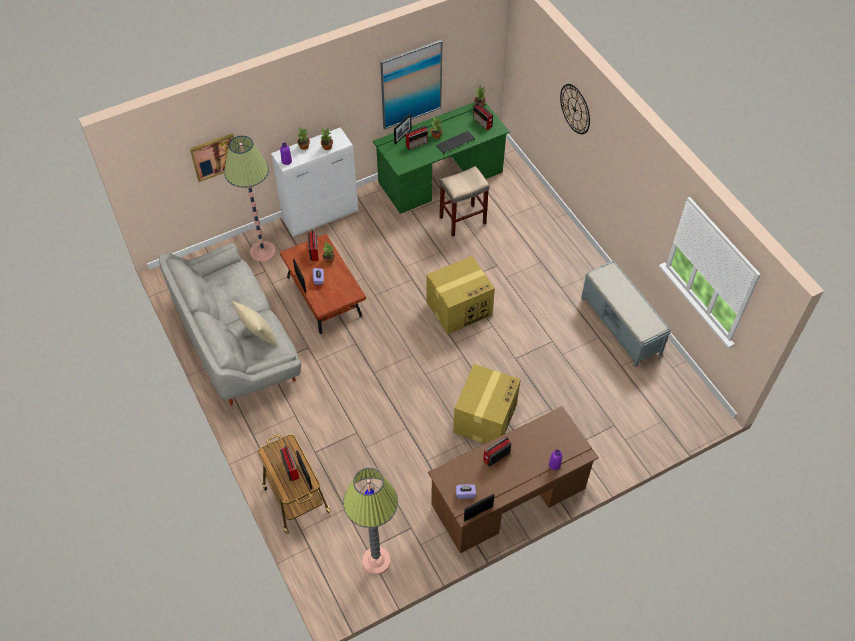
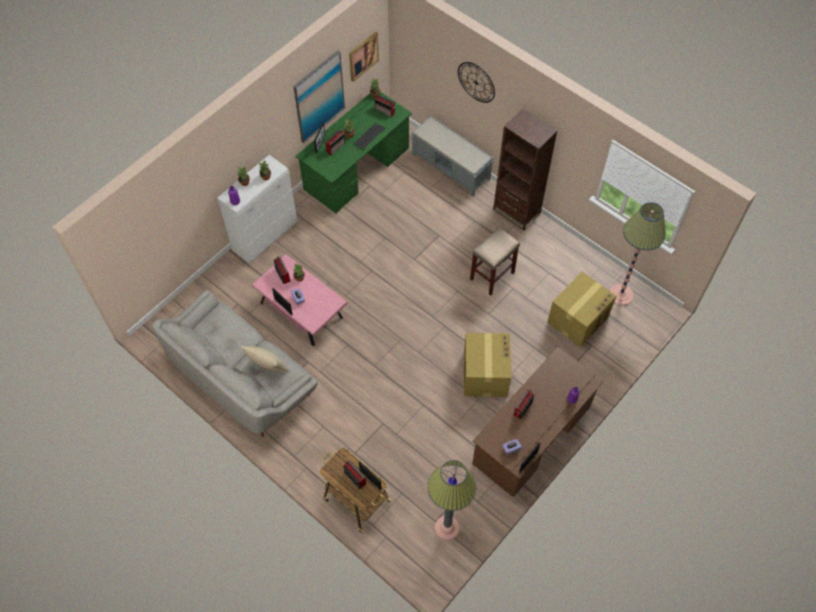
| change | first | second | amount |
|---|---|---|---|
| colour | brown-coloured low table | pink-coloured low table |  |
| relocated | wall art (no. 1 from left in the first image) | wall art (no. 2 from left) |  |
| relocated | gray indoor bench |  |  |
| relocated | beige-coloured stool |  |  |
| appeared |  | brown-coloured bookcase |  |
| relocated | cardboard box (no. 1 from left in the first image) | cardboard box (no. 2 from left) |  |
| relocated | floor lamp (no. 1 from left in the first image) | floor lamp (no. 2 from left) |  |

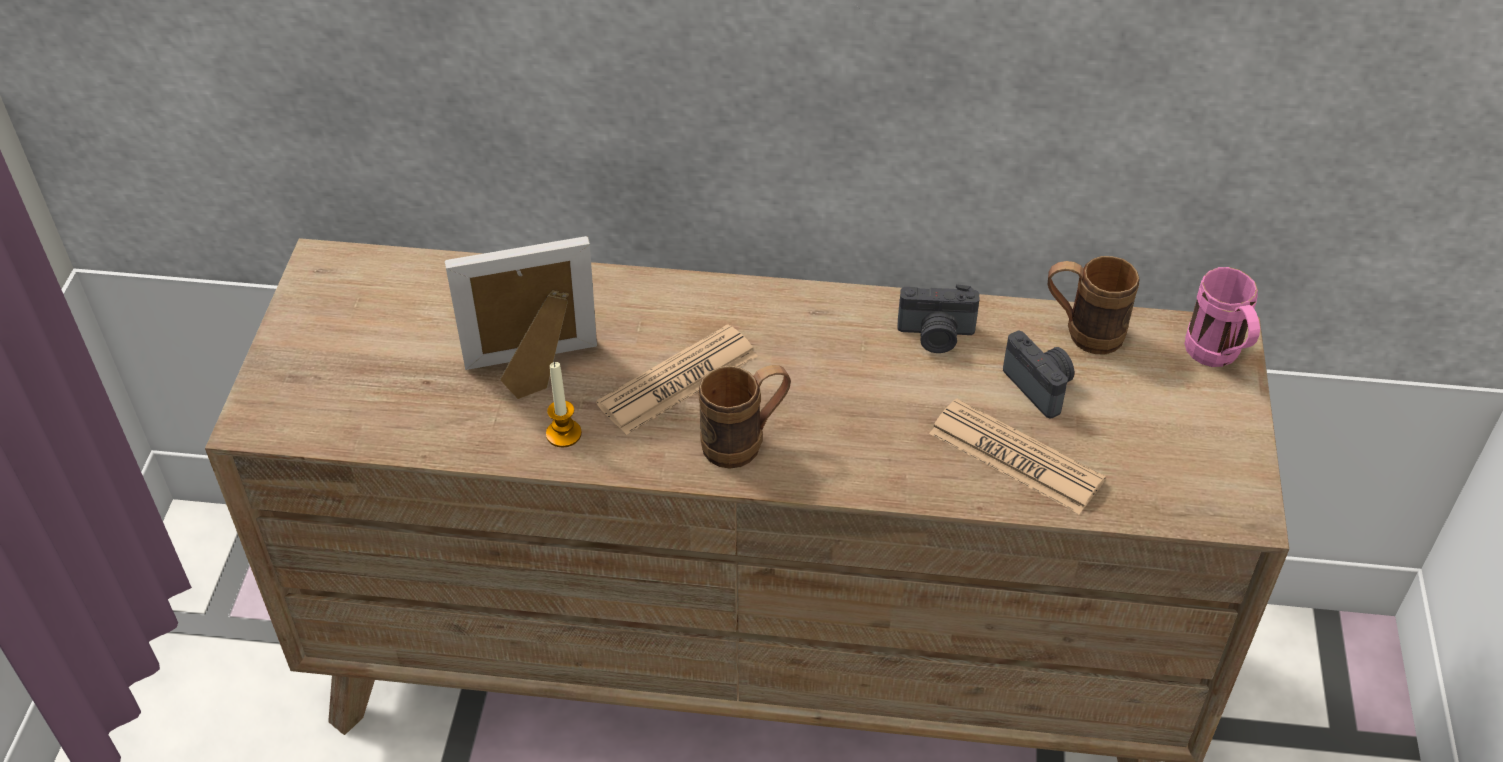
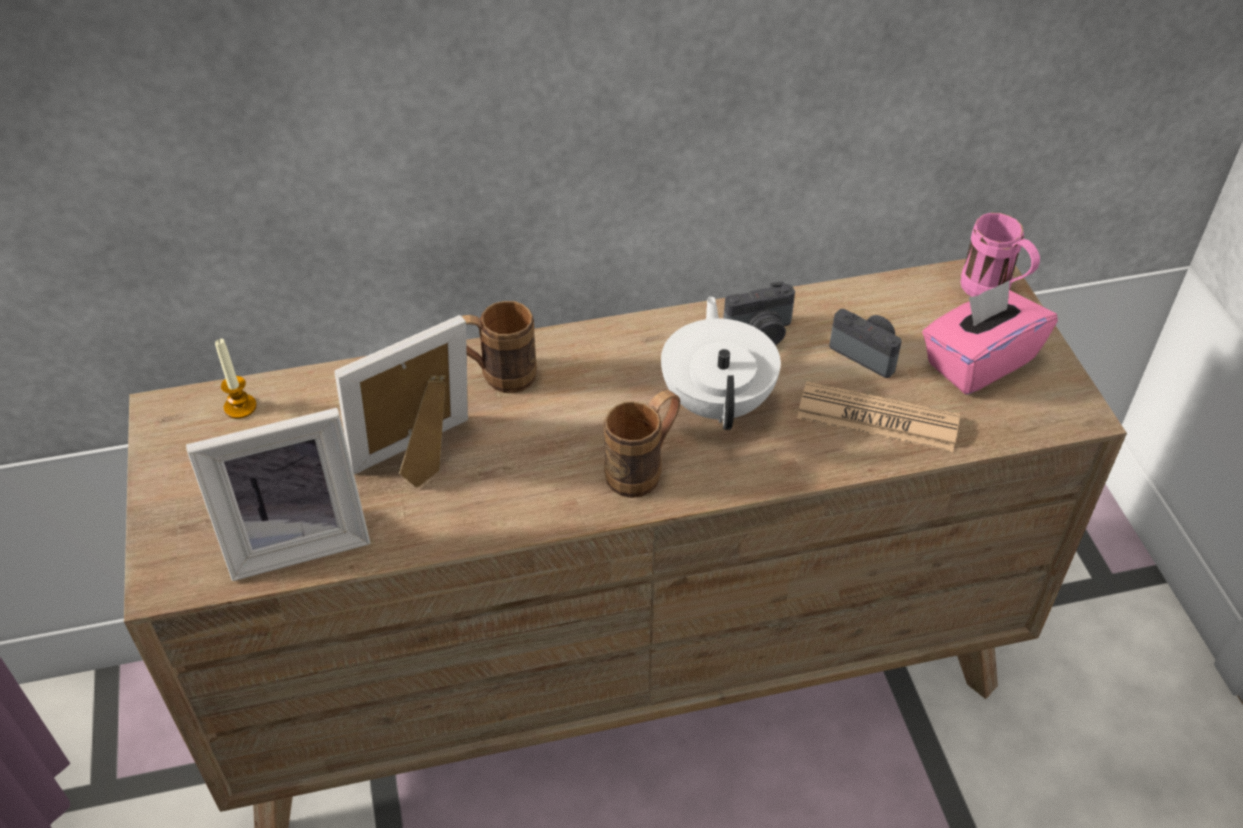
| change | first | second | amount |
|---|---|---|---|
| appeared |  | standing frame (no. 1 from left) |  |
| relocated | wax candle |  |  |
| relocated | brown-coloured mug (no. 2 from left in the first image) | brown-coloured mug (no. 1 from left) |  |
| appeared |  | whitish tea pot |  |
| appeared |  | pink-coloured box of tissues |  |
| missing | printed paper (no. 1 from left) |  |  |

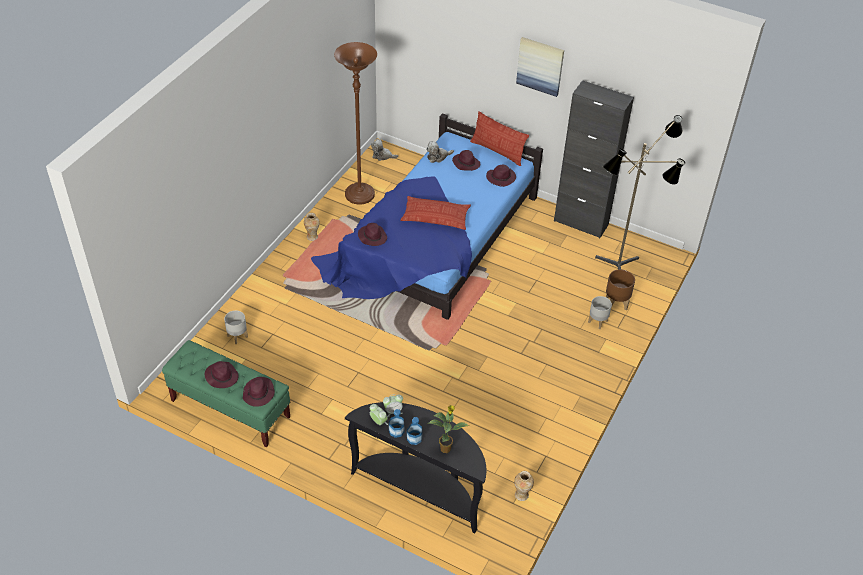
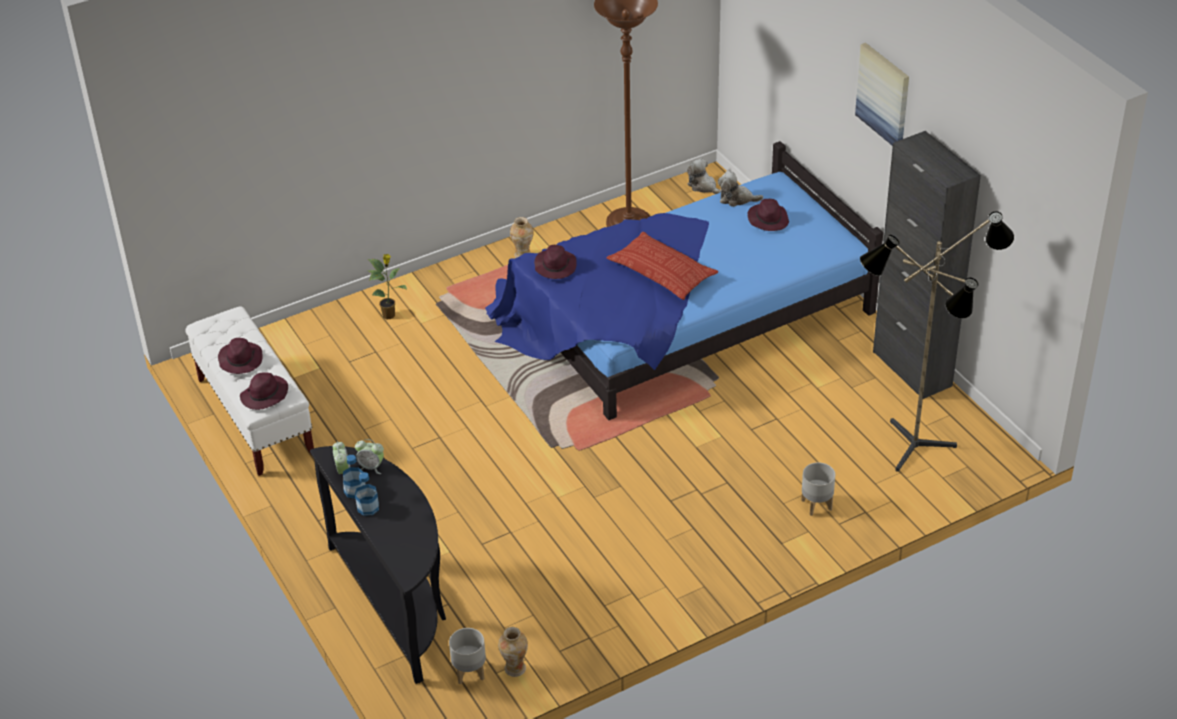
| change | first | second | amount |
|---|---|---|---|
| colour | greenish indoor bench | whitish indoor bench |  |
| relocated | plant in a pot |  |  |
| relocated | gray plant pot (no. 1 from left) |  |  |
| missing | pillow (no. 2 from left) |  |  |
| missing | purple clothing hat (no. 5 from left) |  |  |
| missing | brown-coloured plant pot |  |  |

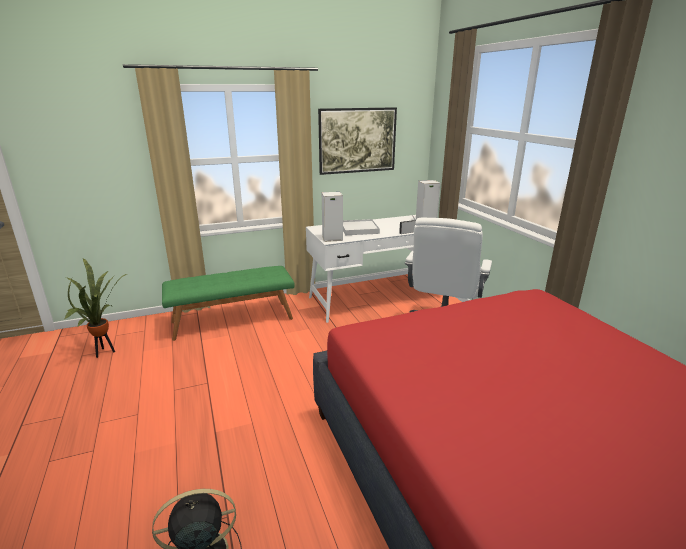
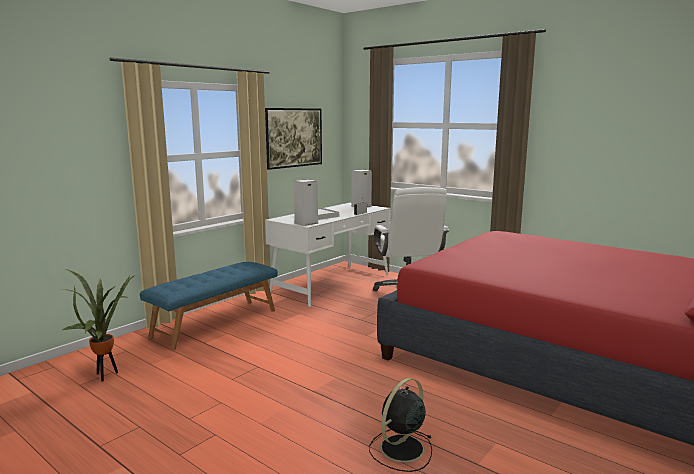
| change | first | second | amount |
|---|---|---|---|
| colour | greenish indoor bench | bluish indoor bench |  |

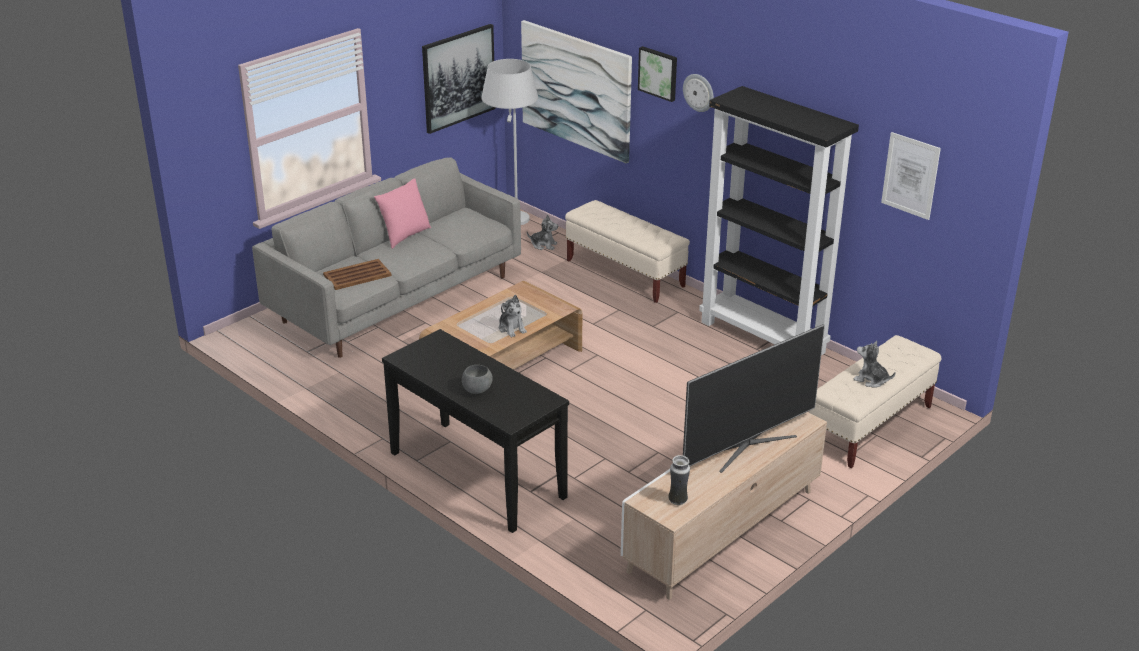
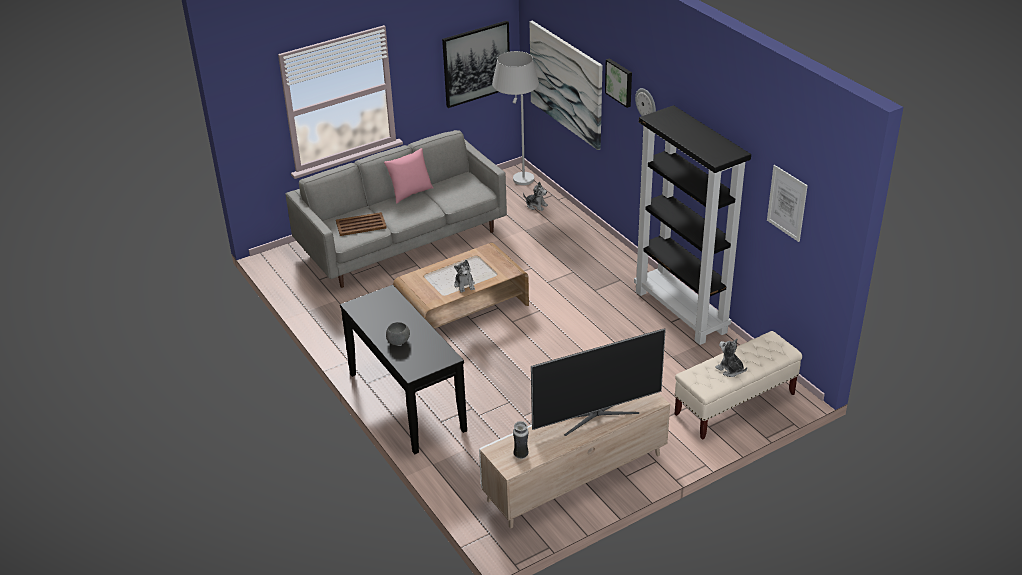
| change | first | second | amount |
|---|---|---|---|
| missing | beige-coloured indoor bench (no. 1 from left) |  |  |

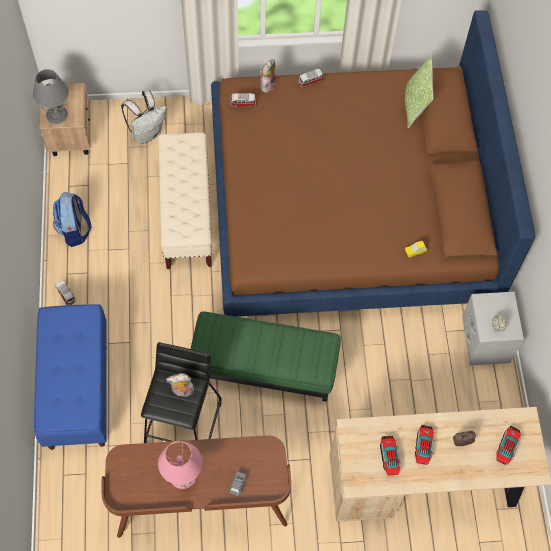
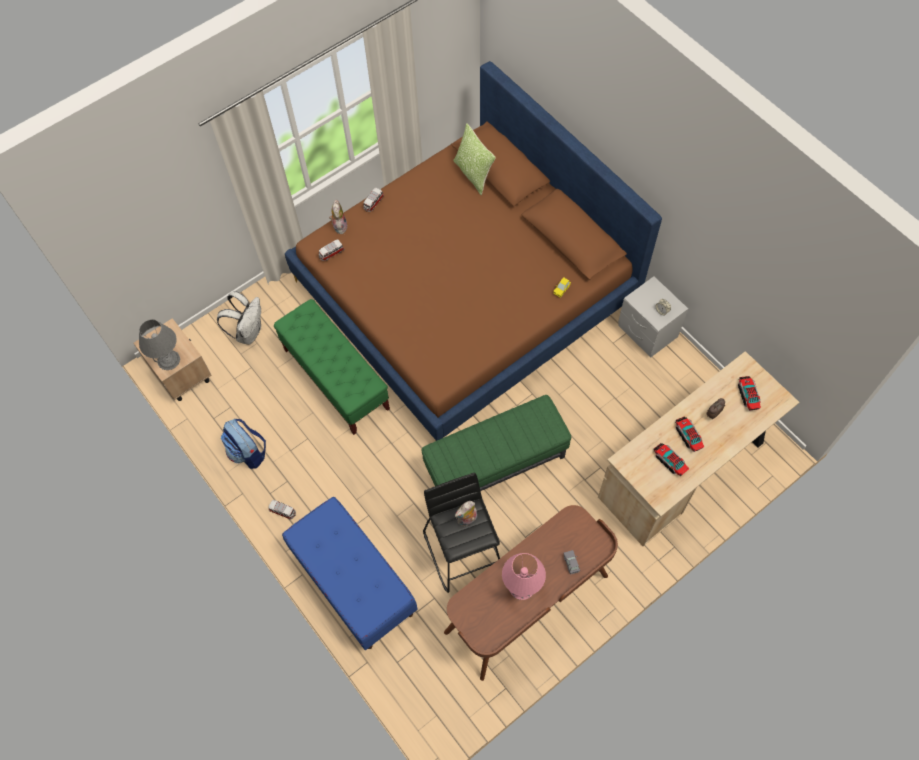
| change | first | second | amount |
|---|---|---|---|
| colour | beige-coloured indoor bench | greenish indoor bench |  |

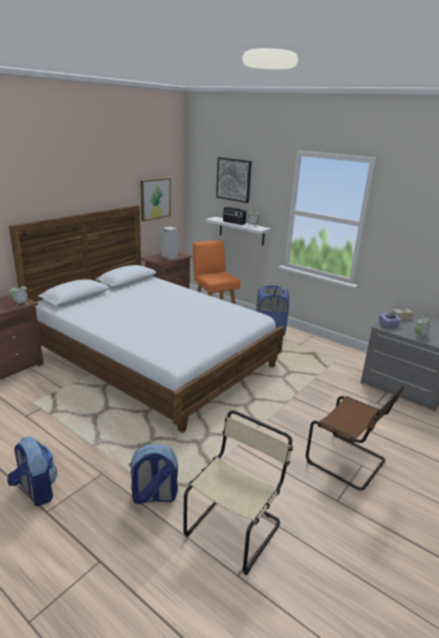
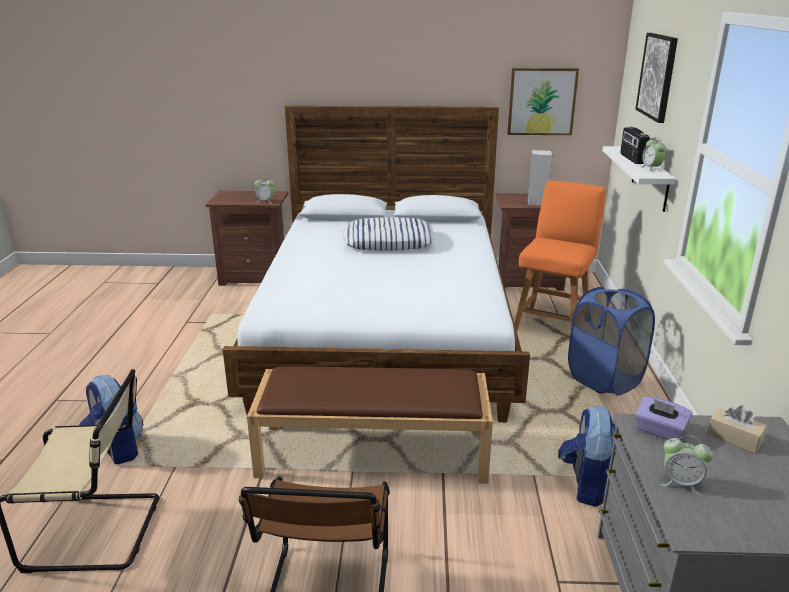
| change | first | second | amount |
|---|---|---|---|
| appeared |  | brown-coloured indoor bench |  |
| appeared |  | pillow |  |
| relocated | knapsack (no. 1 from left in the first image) | knapsack (no. 2 from left) |  |

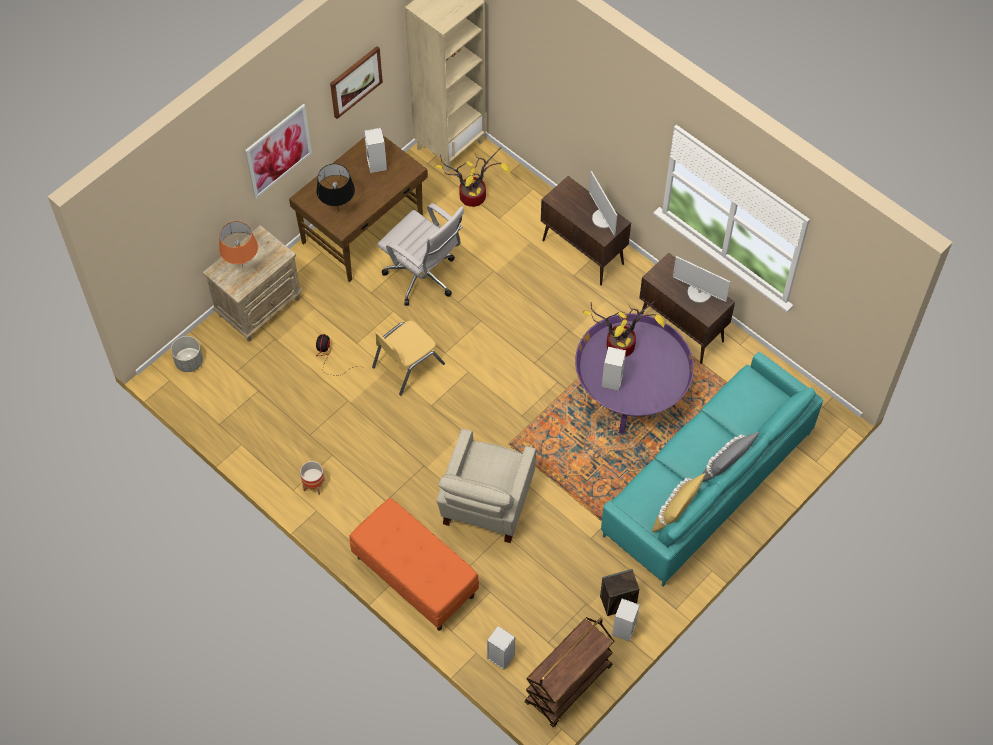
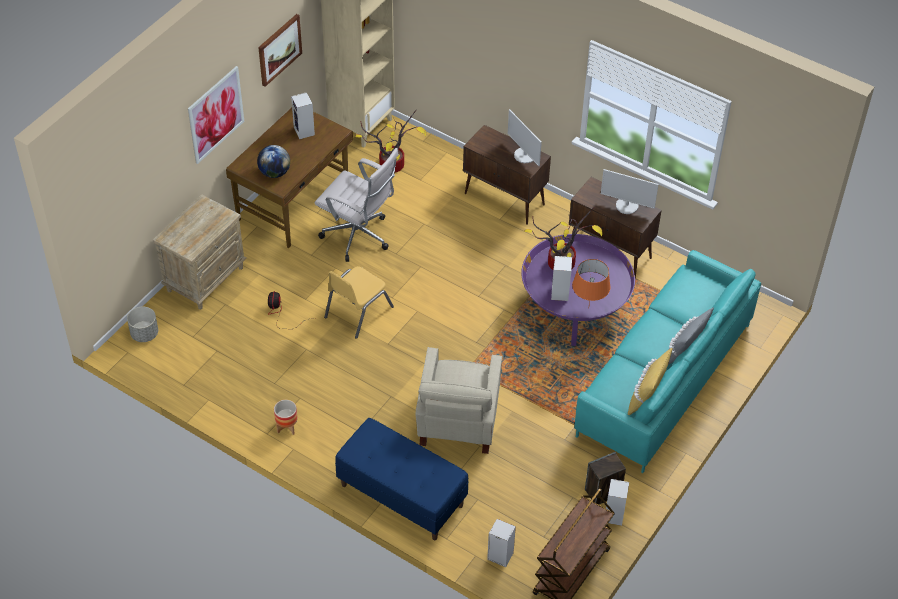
| change | first | second | amount |
|---|---|---|---|
| exchanged | black-coloured tabletop lamp | desk globe |  |
| colour | orangey indoor bench | bluish indoor bench |  |
| relocated | orangey tabletop lamp |  |  |

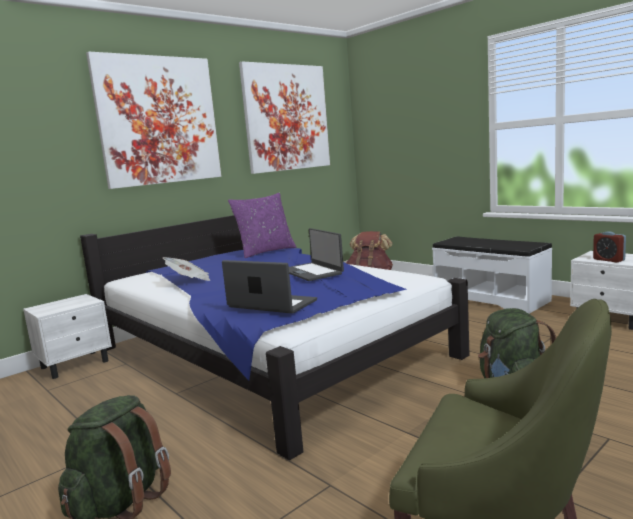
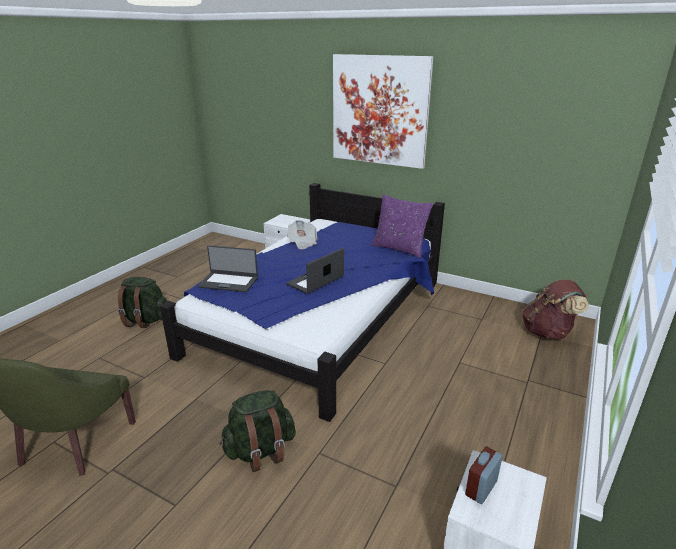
| change | first | second | amount |
|---|---|---|---|
| spun | portable computer (no. 1 from left) |  | 90 degrees clockwise |
| missing | wall art (no. 2 from left) |  |  |
| missing | whitish indoor bench |  |  |

